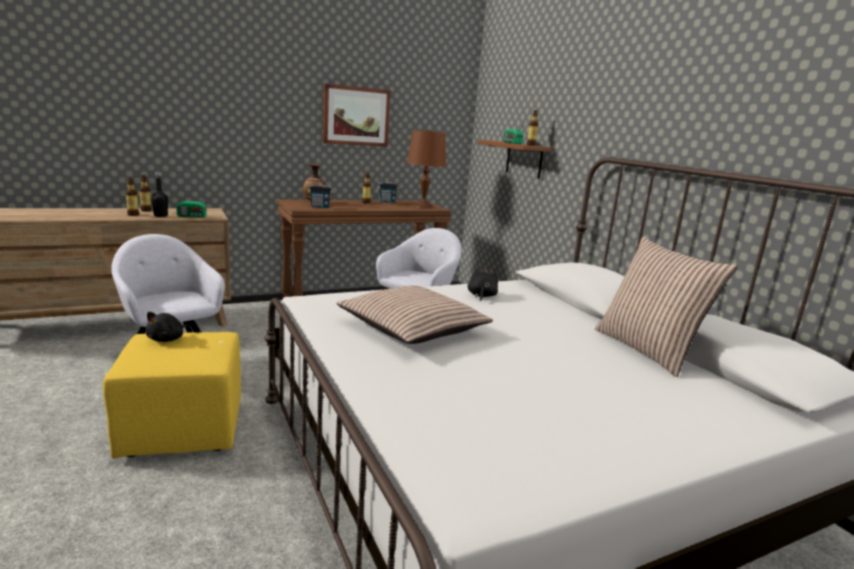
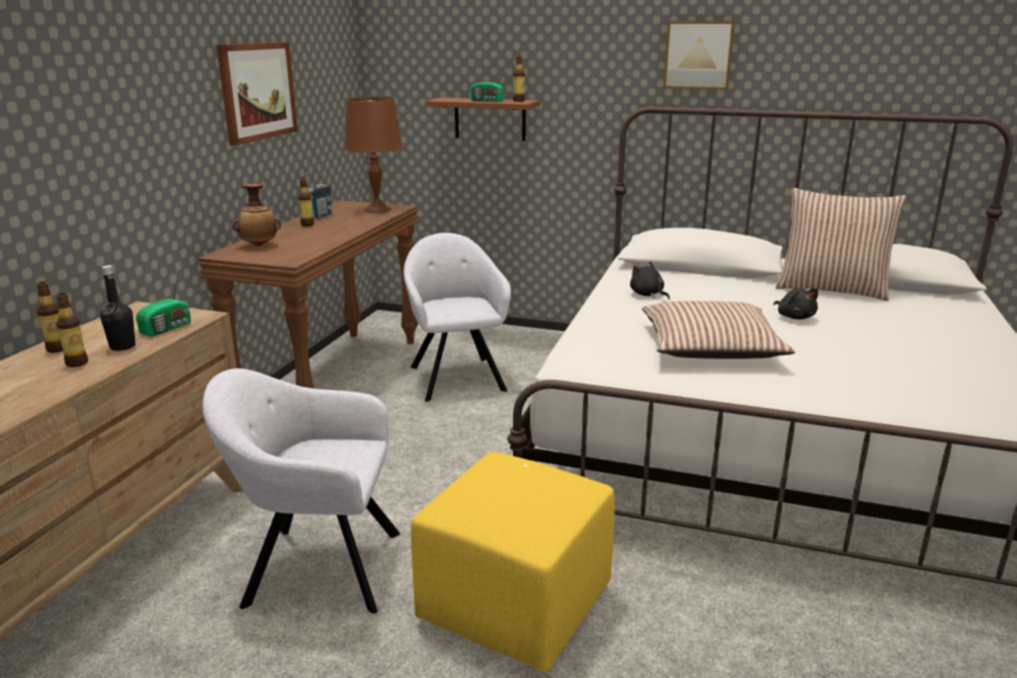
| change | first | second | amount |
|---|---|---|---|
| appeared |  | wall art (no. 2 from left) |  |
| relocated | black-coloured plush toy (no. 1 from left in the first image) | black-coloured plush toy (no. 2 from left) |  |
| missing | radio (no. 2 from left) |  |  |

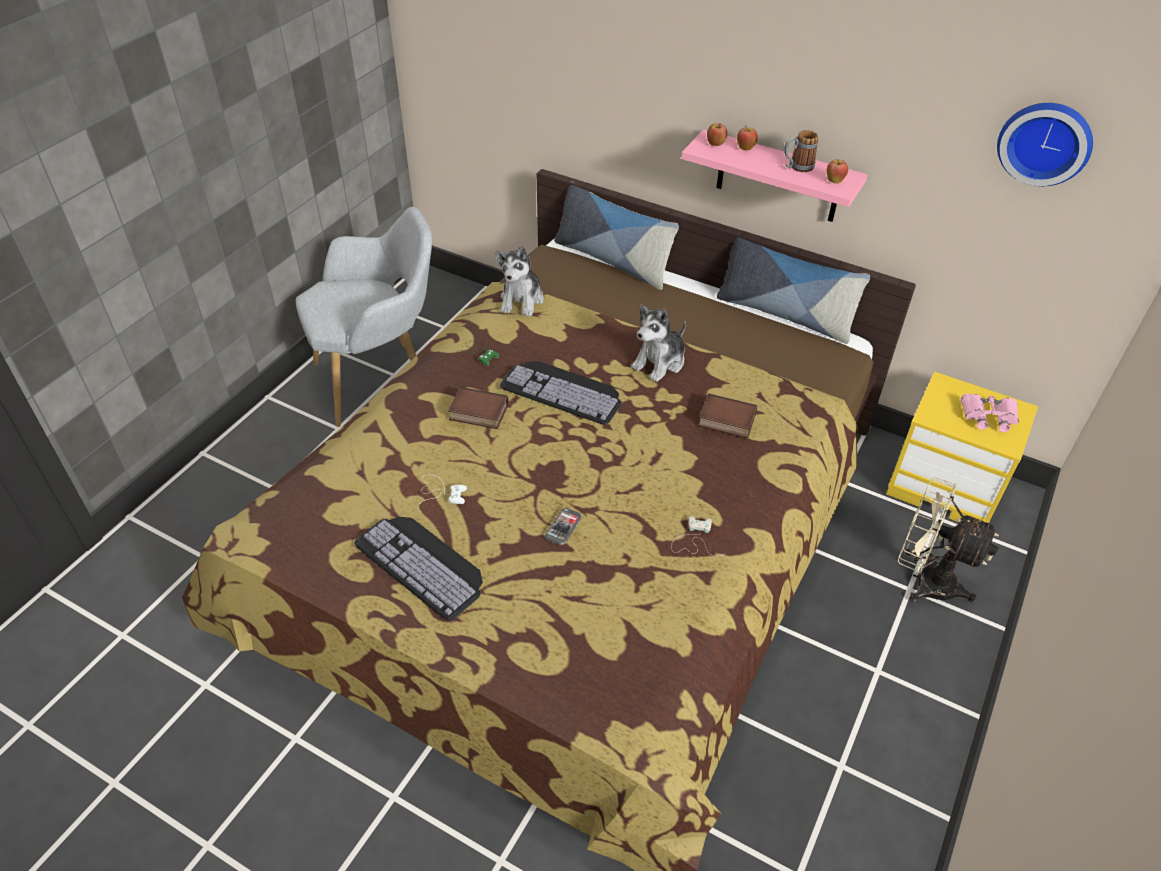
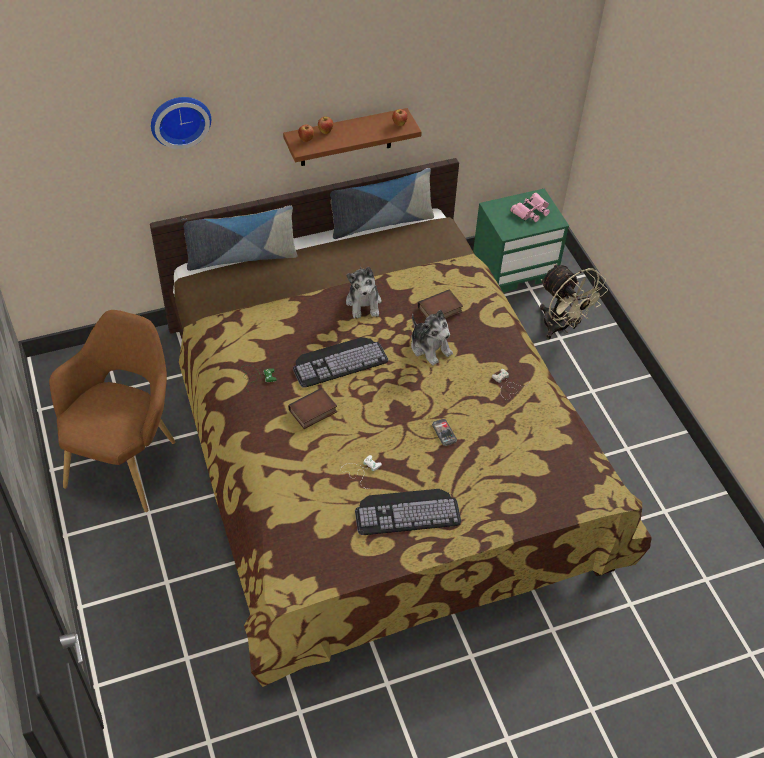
| change | first | second | amount |
|---|---|---|---|
| colour | gray easy chair | brown-coloured easy chair |  |
| relocated | clock on the wall |  |  |
| colour | pink-coloured bracket shelf | brown-coloured bracket shelf |  |
| relocated | plush toy (no. 1 from left in the first image) | plush toy (no. 2 from left) |  |
| colour | yellow night table | greenish night table |  |
| spun | beige-coloured fan |  | 105 degrees counterclockwise |
| missing | mug |  |  |

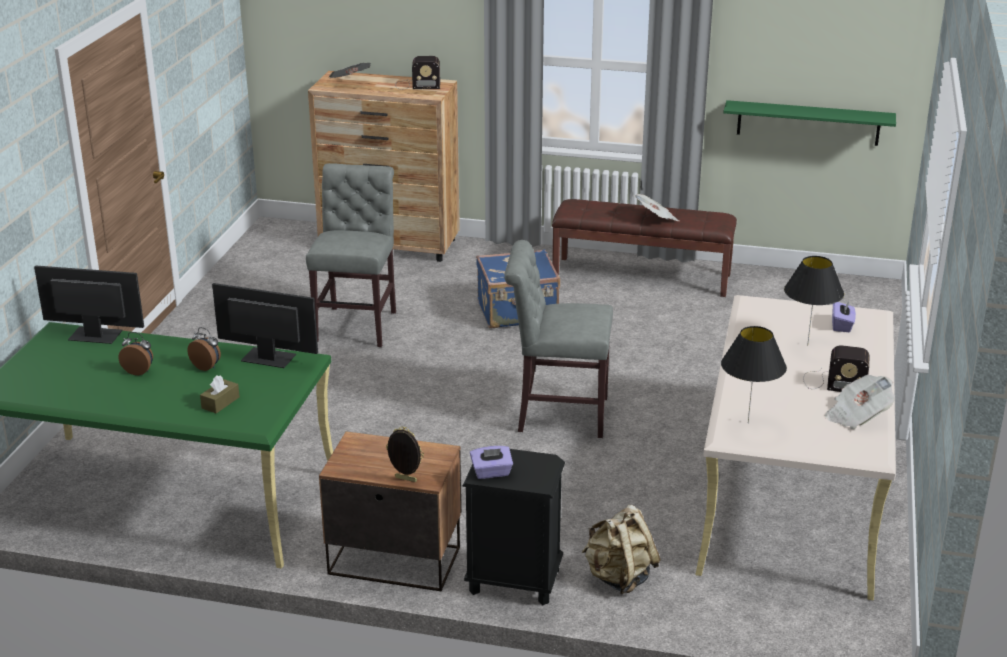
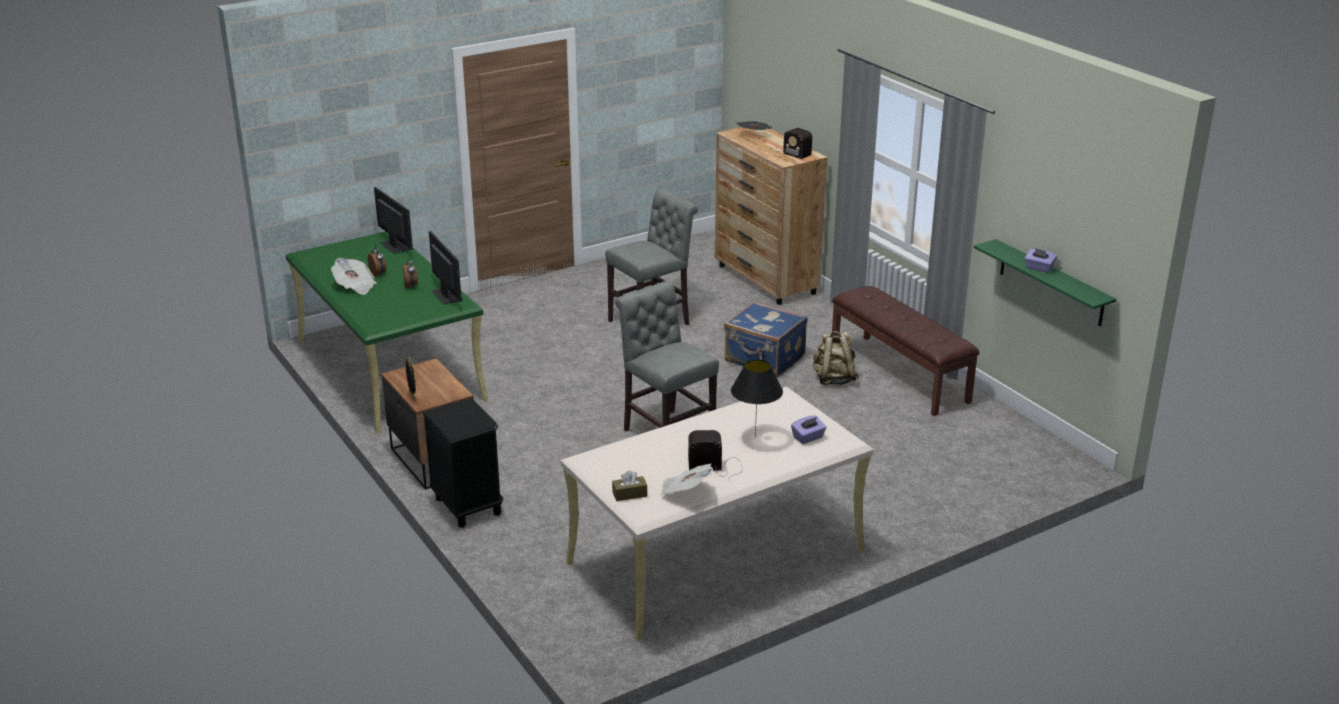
| change | first | second | amount |
|---|---|---|---|
| relocated | printed paper (no. 2 from left in the first image) | printed paper (no. 1 from left) |  |
| relocated | brown-coloured box of tissues |  |  |
| spun | radio (no. 2 from left in the first image) | radio (no. 1 from left) | 120 degrees clockwise |
| relocated | beige-coloured knapsack |  |  |
| relocated | purple box of tissues (no. 1 from left in the first image) | purple box of tissues (no. 2 from left) |  |
| missing | black-coloured tabletop lamp (no. 1 from left) |  |  |

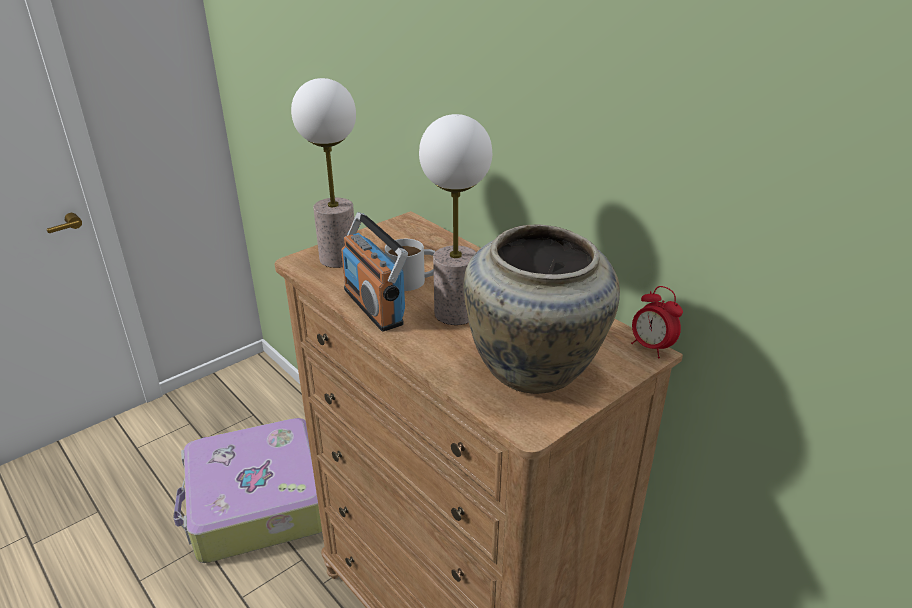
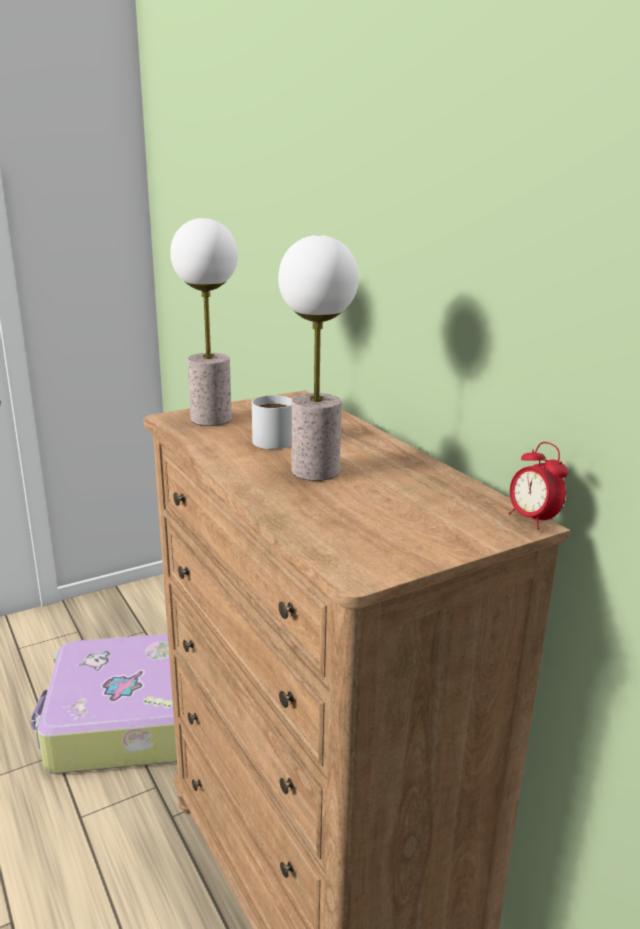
| change | first | second | amount |
|---|---|---|---|
| missing | radio |  |  |
| missing | beige-coloured vase |  |  |

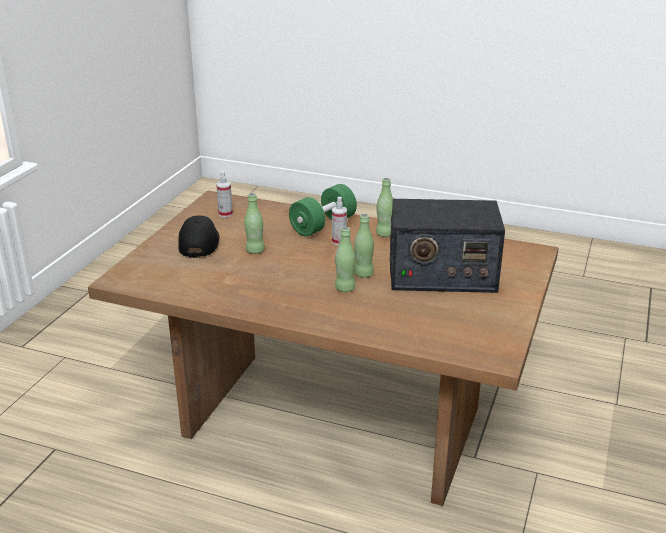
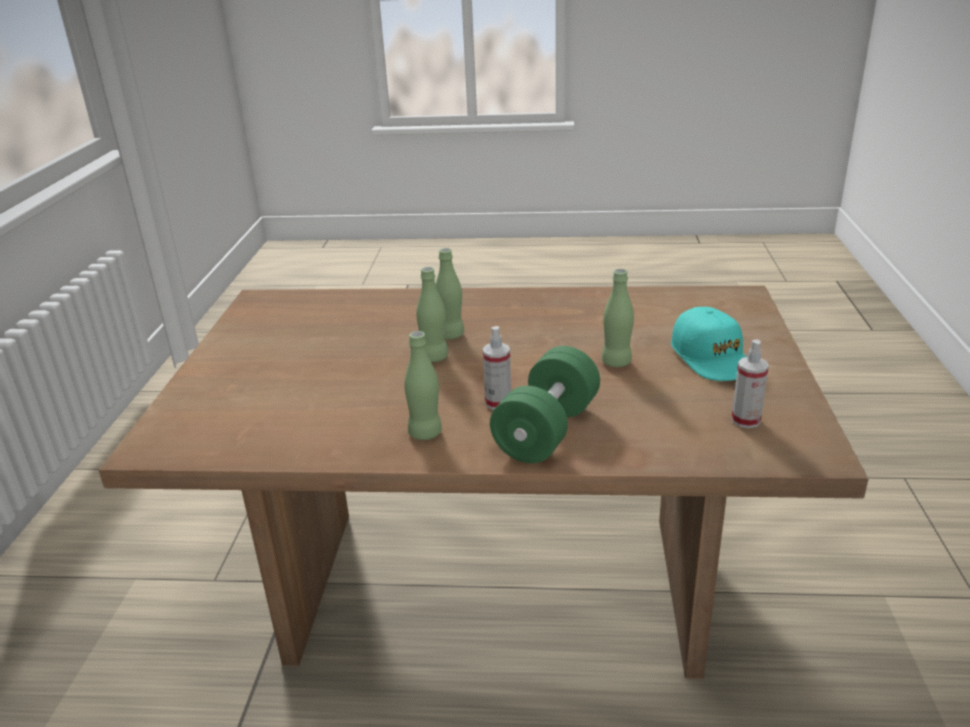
| change | first | second | amount |
|---|---|---|---|
| colour | black-coloured cap | blue-green cap |  |
| missing | radio |  |  |

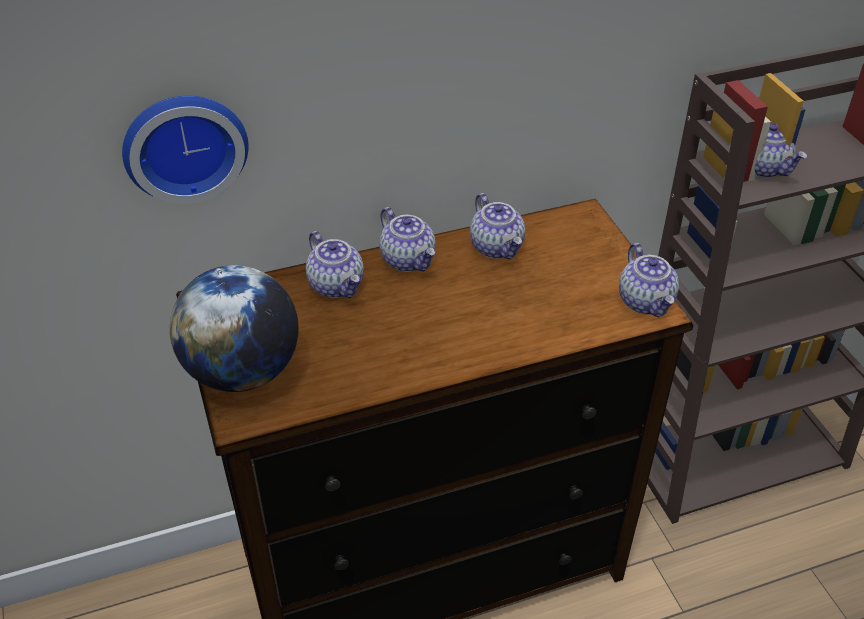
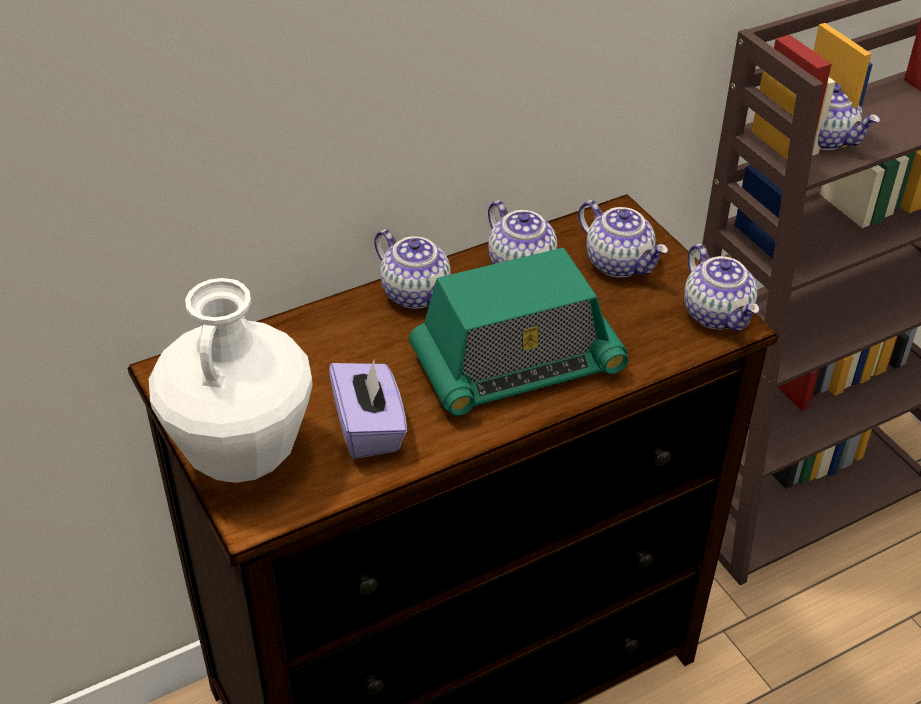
| change | first | second | amount |
|---|---|---|---|
| exchanged | desk globe | whitish vase |  |
| appeared |  | purple box of tissues |  |
| appeared |  | radio |  |
| relocated | tea pot (no. 1 from left in the first image) | tea pot (no. 3 from left) |  |
| missing | clock on the wall |  |  |

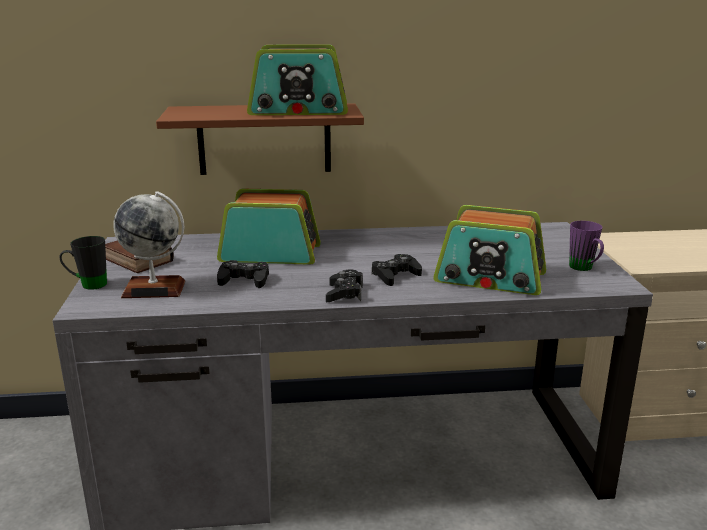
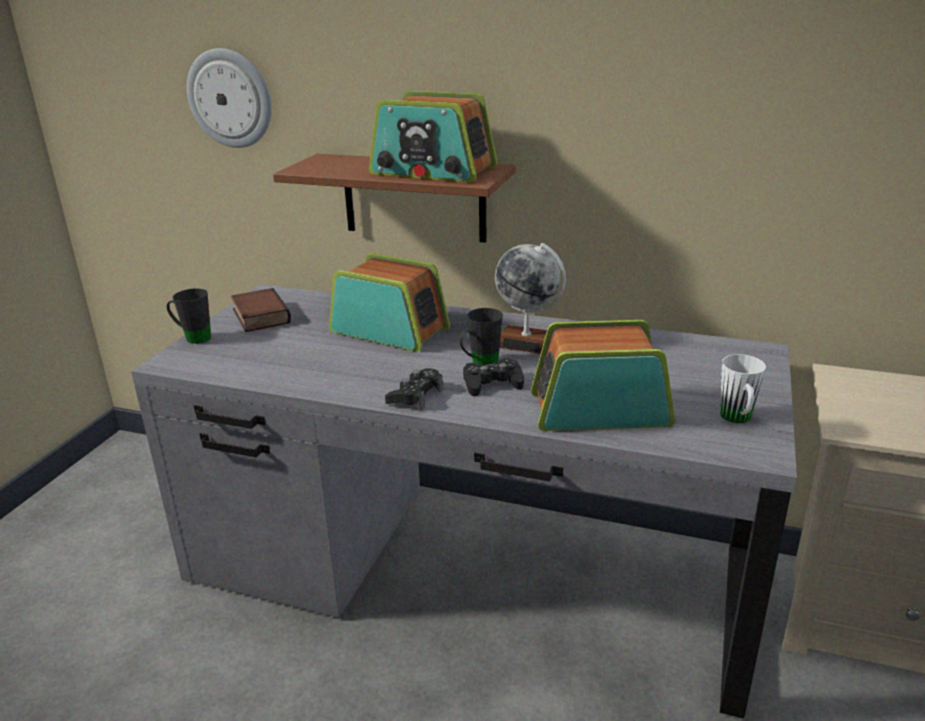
| change | first | second | amount |
|---|---|---|---|
| appeared |  | clock on the wall |  |
| appeared |  | black-coloured mug (no. 2 from left) |  |
| relocated | desk globe |  |  |
| spun | radio (no. 3 from left) |  | 135 degrees clockwise |
| colour | purple mug | whitish mug |  |
| missing | black-coloured joypad (no. 1 from left) |  |  |

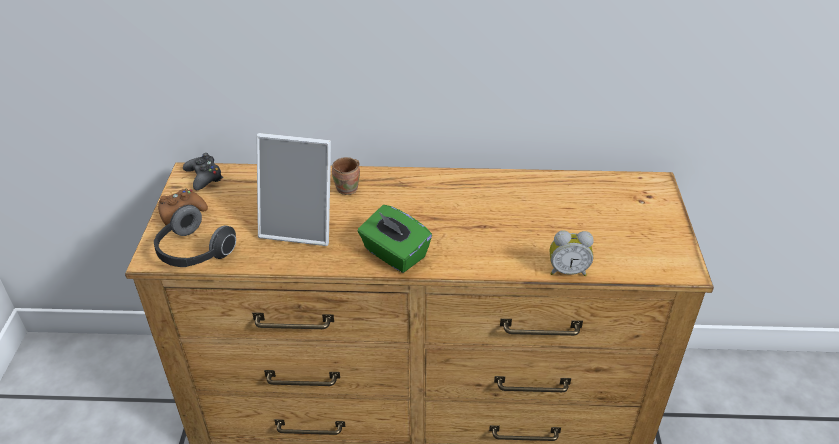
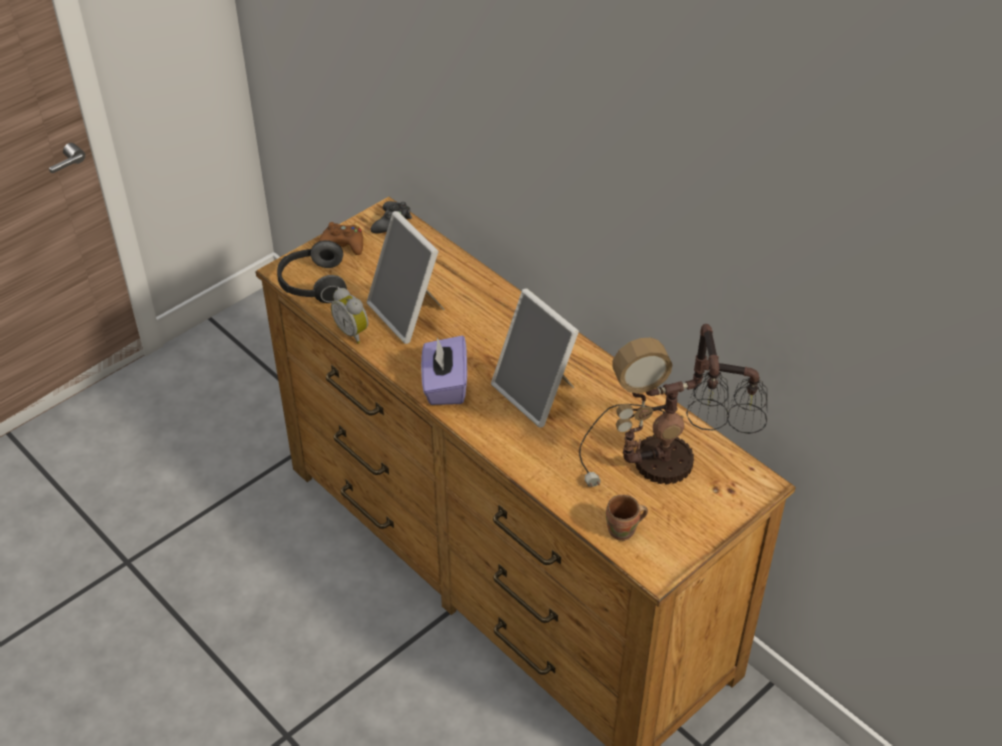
| change | first | second | amount |
|---|---|---|---|
| relocated | table clock |  |  |
| colour | greenish box of tissues | purple box of tissues |  |
| appeared |  | standing frame (no. 2 from left) |  |
| appeared |  | tabletop lamp |  |
| relocated | brown-coloured mug |  |  |

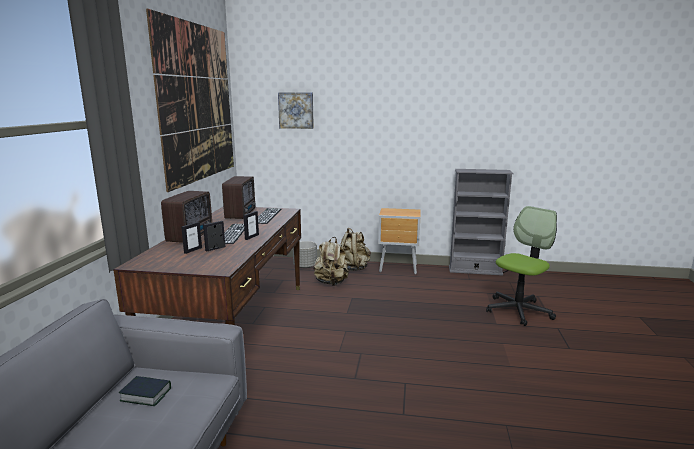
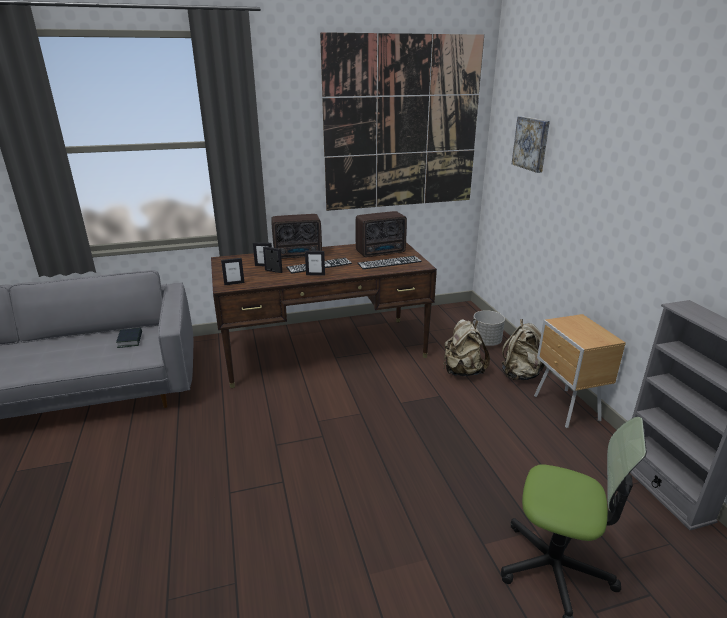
| change | first | second | amount |
|---|---|---|---|
| appeared |  | standing frame (no. 1 from left) |  |

